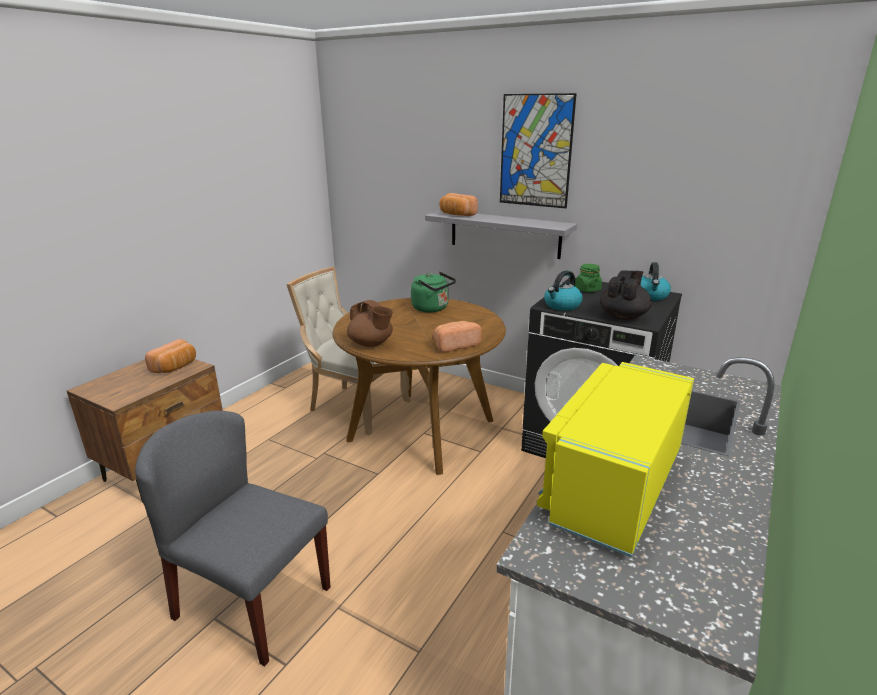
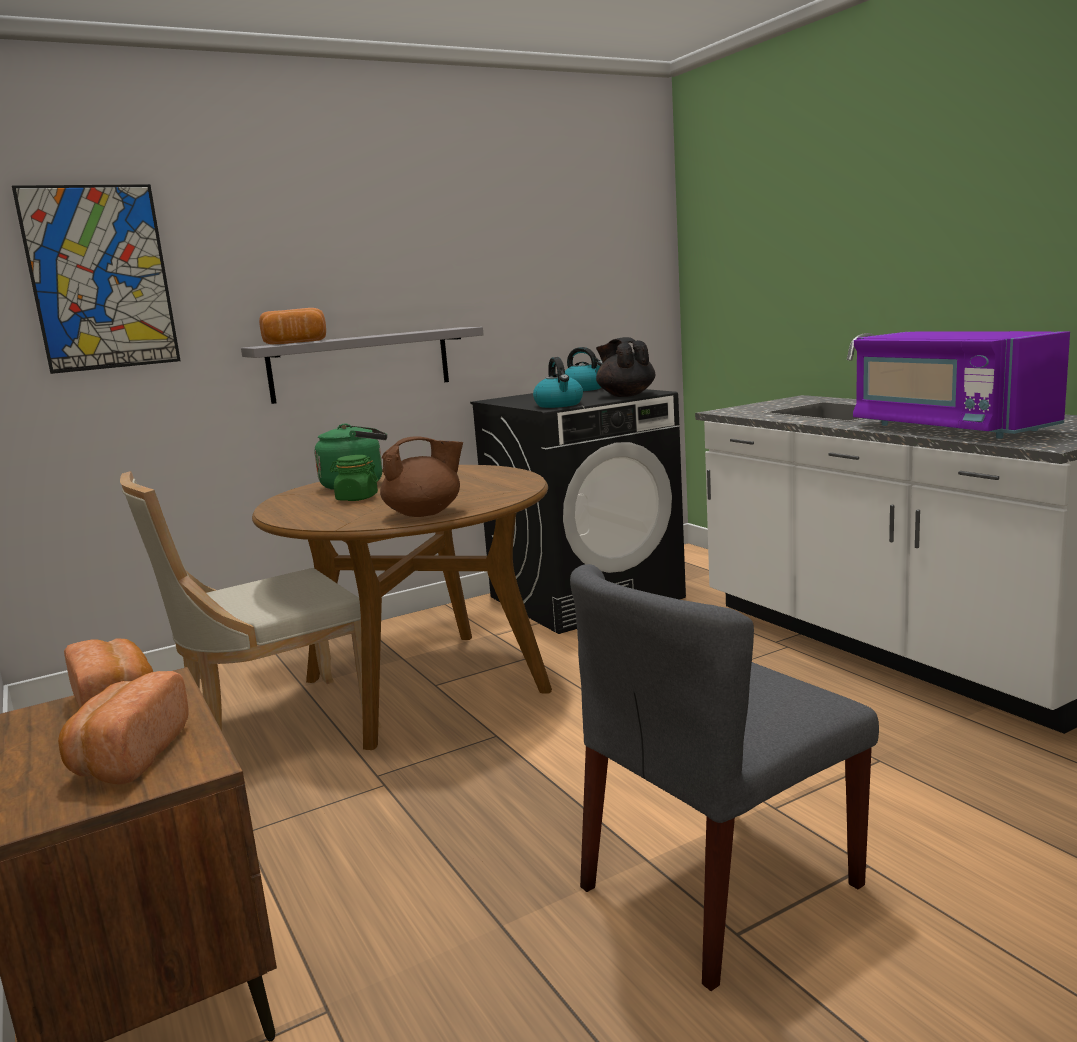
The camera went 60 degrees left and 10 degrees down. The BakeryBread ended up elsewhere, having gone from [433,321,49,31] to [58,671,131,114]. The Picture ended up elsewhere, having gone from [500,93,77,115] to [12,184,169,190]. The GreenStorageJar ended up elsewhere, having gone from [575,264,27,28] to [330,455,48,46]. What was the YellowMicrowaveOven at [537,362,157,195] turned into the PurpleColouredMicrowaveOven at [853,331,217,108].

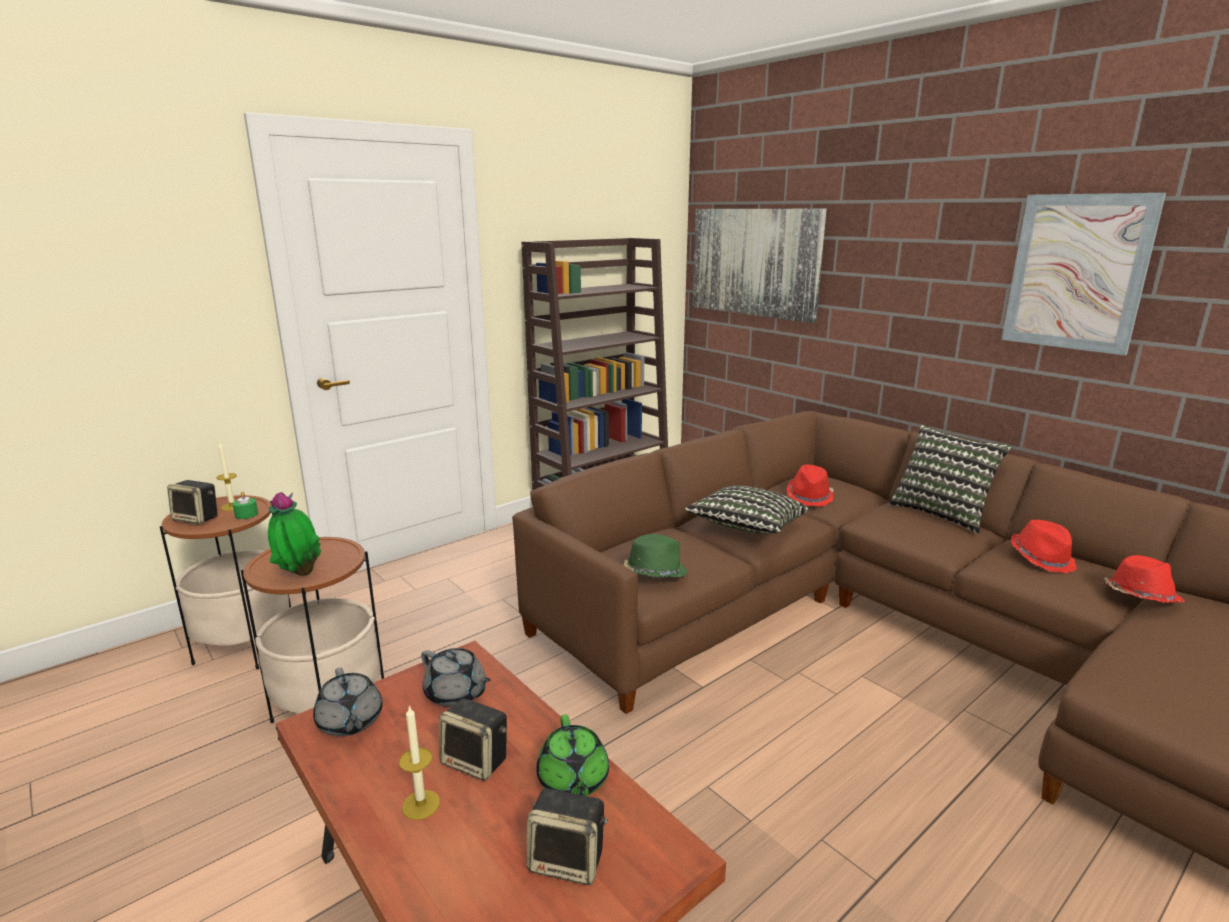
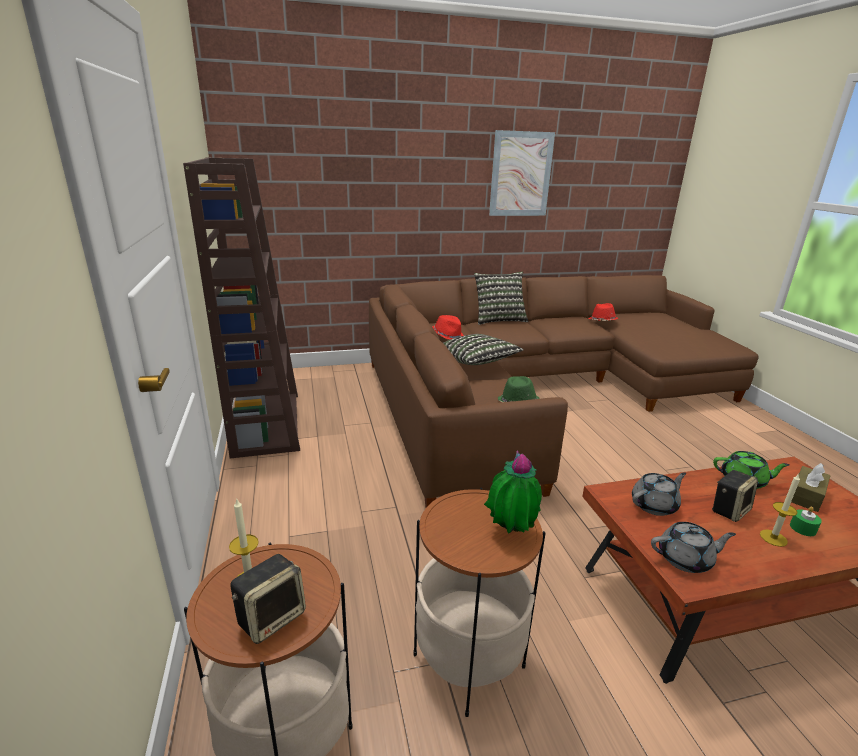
The camera went 65 degrees left and 5 degrees up. The second view lost the Picture at [693,209,134,114]. The second view lost the RedColouredWearableHat at [1011,520,66,53]. The GreenWaxLight ended up elsewhere, having gone from [233,491,25,28] to [790,507,32,29]. Where the Speaker stood at [527,788,81,97], the BrownColouredTissueHolder came to stand at [791,463,39,49].

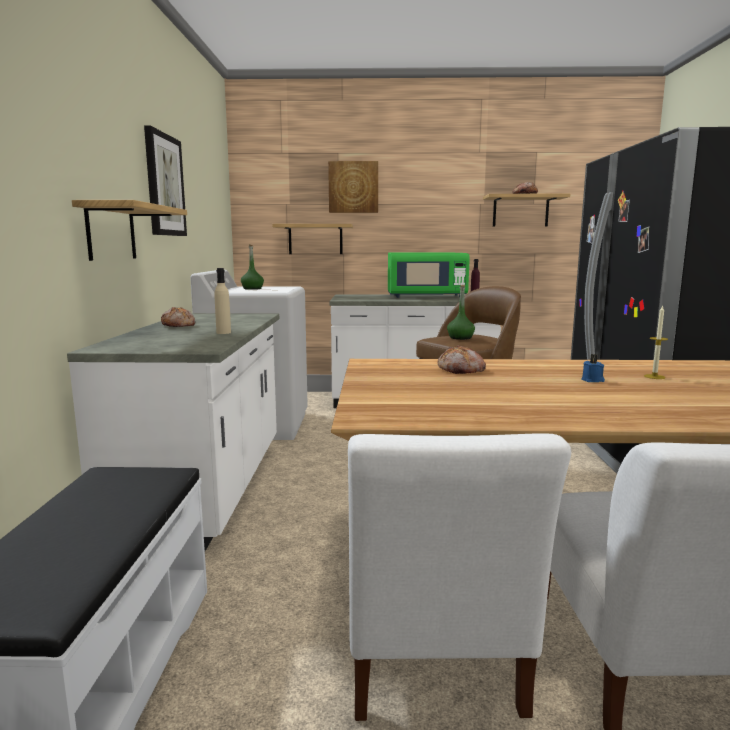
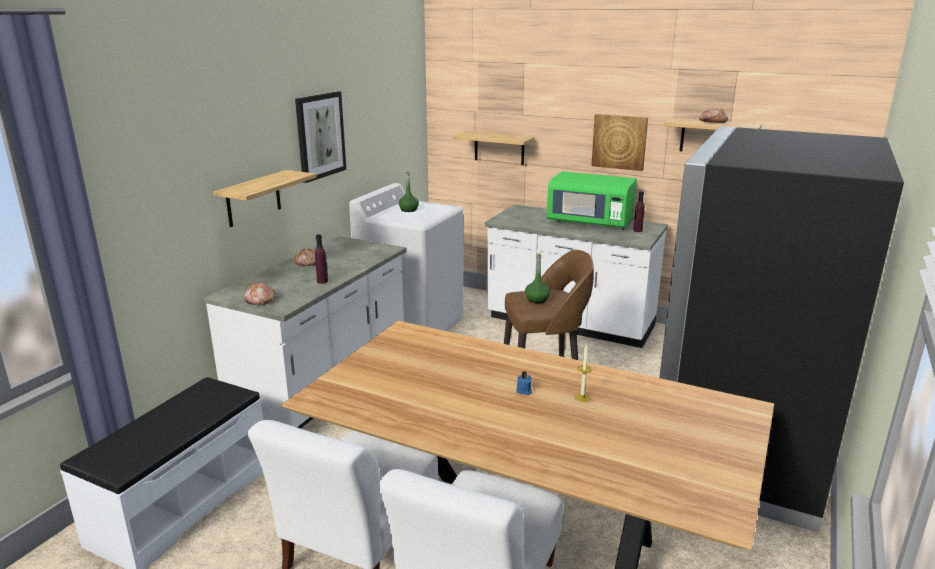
The camera went 25 degrees right and 10 degrees up. The Picture ended up elsewhere, having gone from [328,161,50,52] to [591,114,57,57]. The BakeryBread ended up elsewhere, having gone from [437,345,49,29] to [244,282,31,23]. What was the BeigeDrinkBottle at [214,268,17,66] turned into the PurpleColouredDrinkBottle at [315,234,13,50].

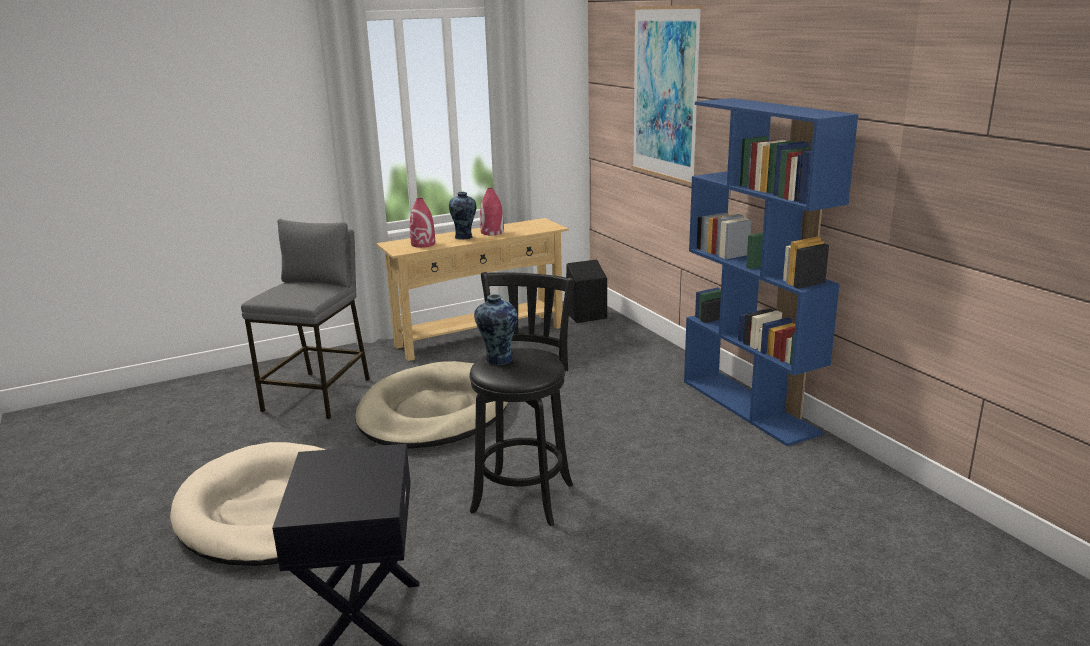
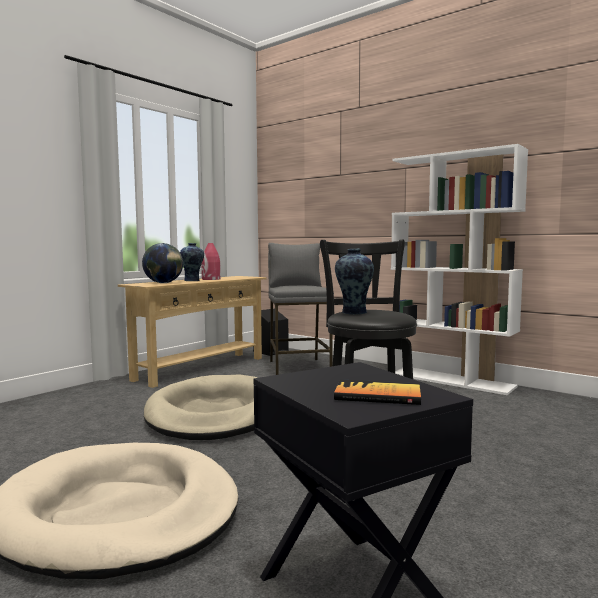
The camera went 25 degrees left and 15 degrees down. The second view lost the Picture at [632,5,71,181]. The second view gained the BoundBook at [334,379,87,26]. The GreyStool ended up elsewhere, having gone from [241,219,129,200] to [268,243,66,132]. Where the RedColouredDecorativeVase stood at [410,198,25,50], the Globe came to stand at [142,243,41,40]. What was the BlueColouredBookcase at [684,98,174,348] turned into the WhiteColouredBookcase at [391,144,137,251].

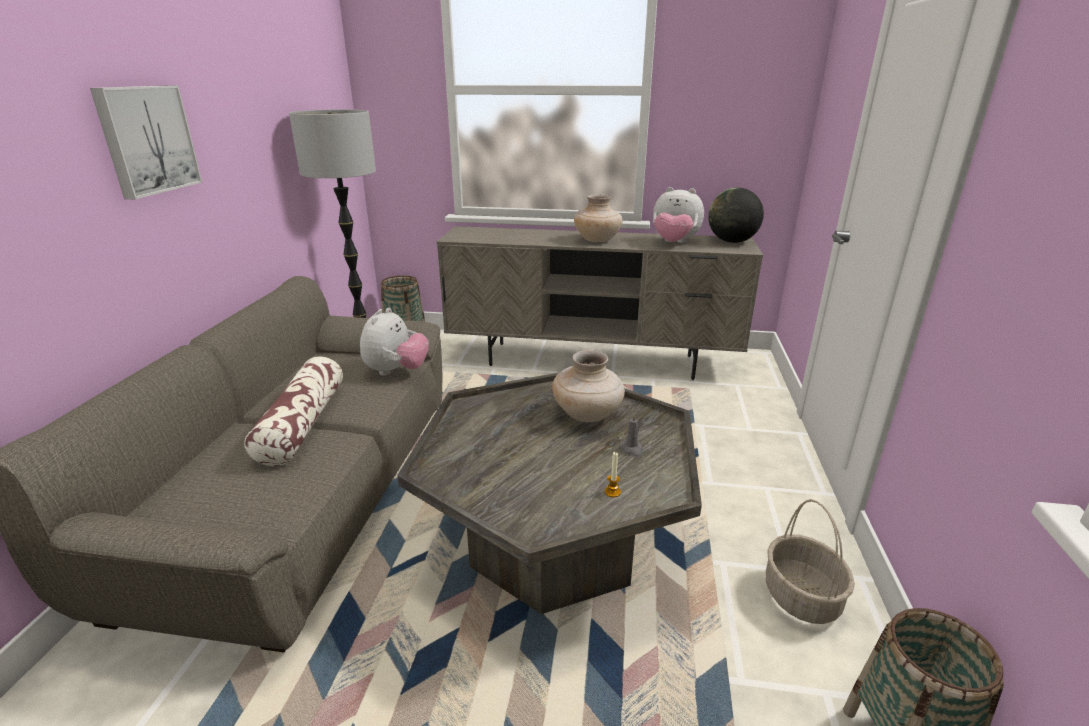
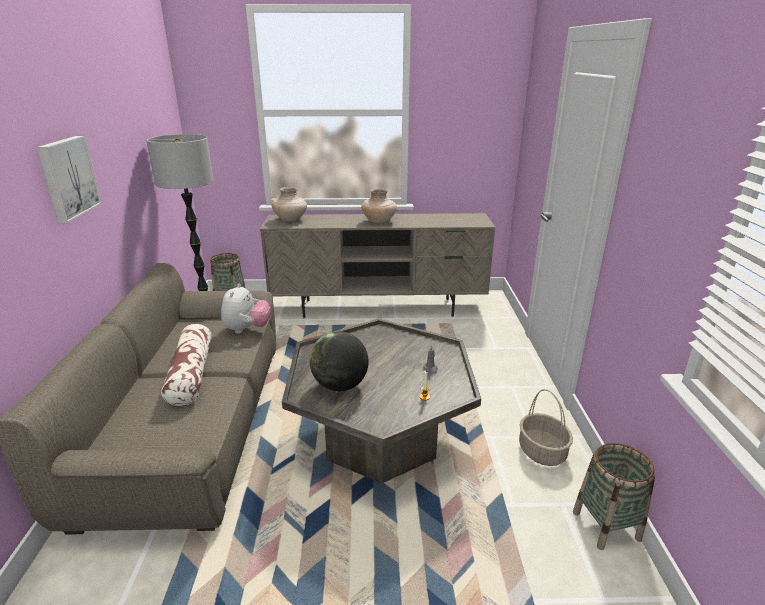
The camera went 10 degrees left and 0 degrees up. The second view lost the SoftToy at [653,187,51,56]. The BeigeDecorativeVase ended up elsewhere, having gone from [552,350,73,72] to [272,187,35,34]. The Globe ended up elsewhere, having gone from [708,188,56,55] to [310,331,59,60].

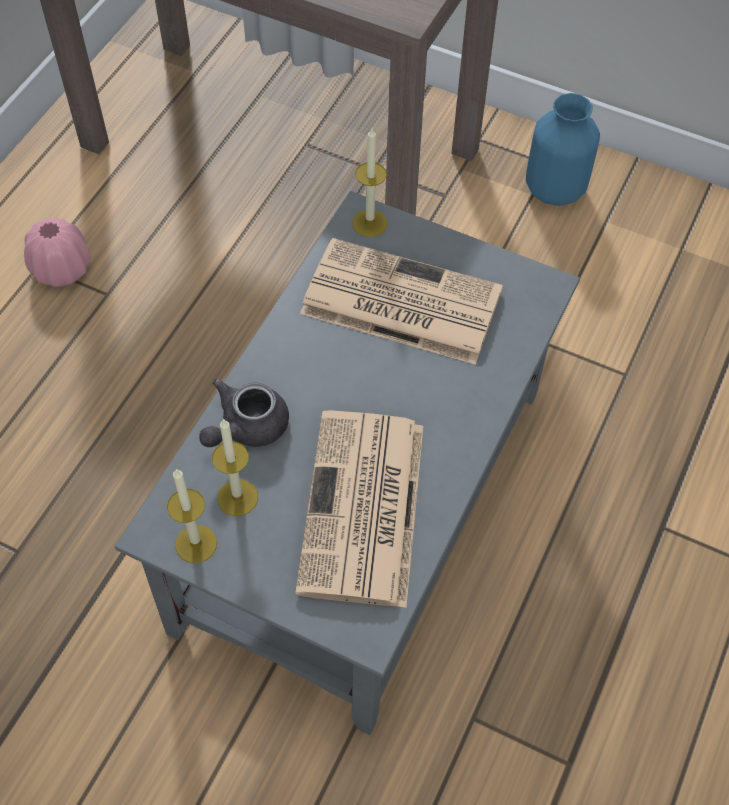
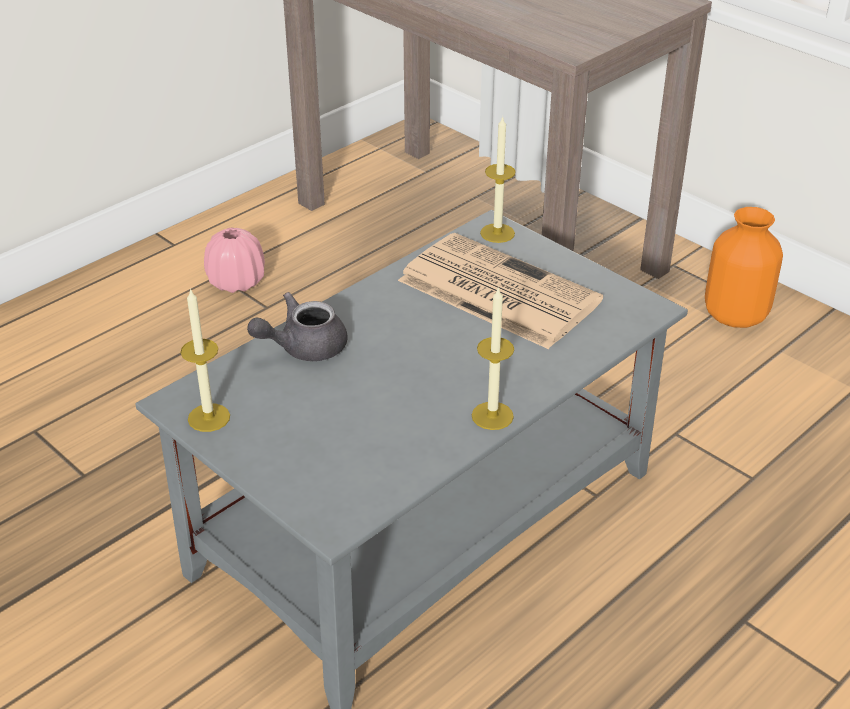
The camera went 20 degrees right and 20 degrees down. The second view lost the DailyPaper at [295,410,128,198]. The WaxLight ended up elsewhere, having gone from [212,418,46,98] to [472,286,42,144]. What was the BlueColouredDecorativeVase at [526,93,74,113] turned into the OrangeColouredDecorativeVase at [705,207,78,121].

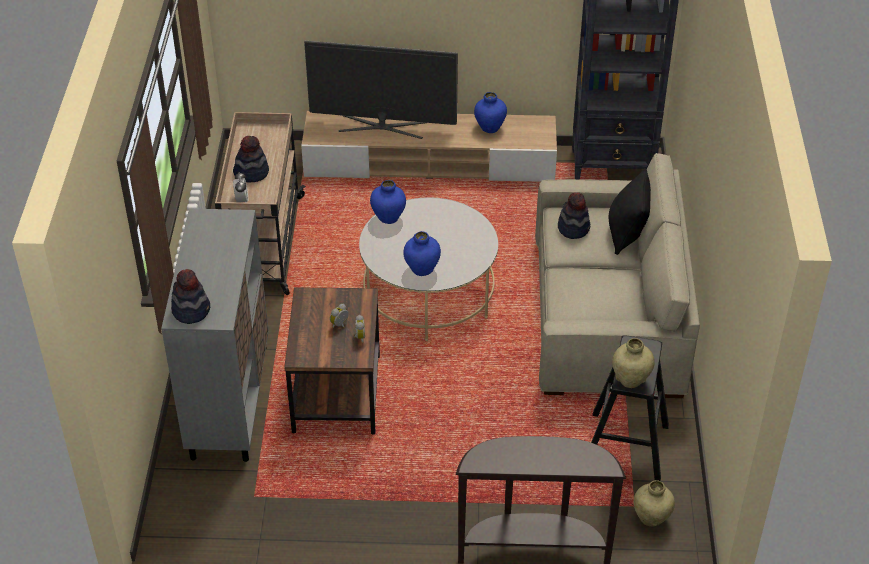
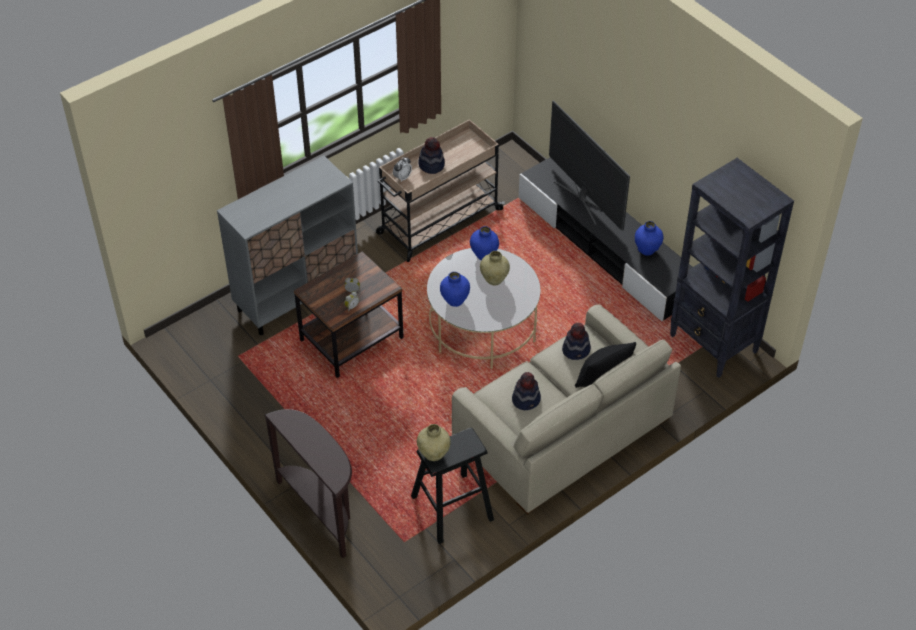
The camera went 50 degrees right and 5 degrees up. The WearableHat ended up elsewhere, having gone from [171,269,39,55] to [512,372,29,38]. The BeigeDecorativeVase ended up elsewhere, having gone from [634,480,41,46] to [480,251,30,35]. What was the BeigeTvStand at [301,111,256,71] turned into the BlackTvStand at [519,158,173,164].

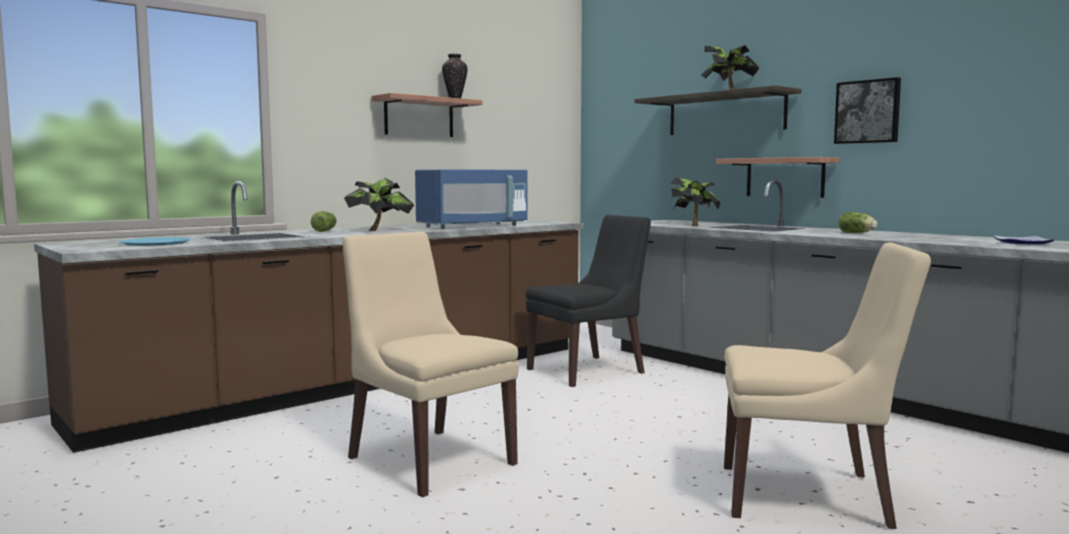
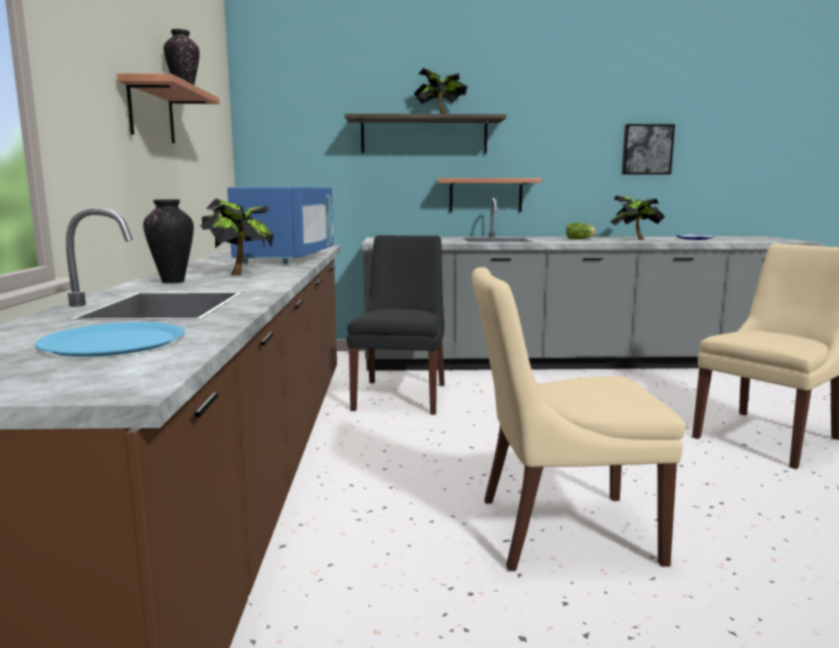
The camera went 50 degrees left and 5 degrees up. The PottedPlant ended up elsewhere, having gone from [671,177,50,49] to [610,195,55,45]. The Picture ended up elsewhere, having gone from [834,77,67,67] to [622,124,53,50]. Where the HeadOfLettuce stood at [311,211,26,21], the DecorativeVase came to stand at [143,199,51,84].

